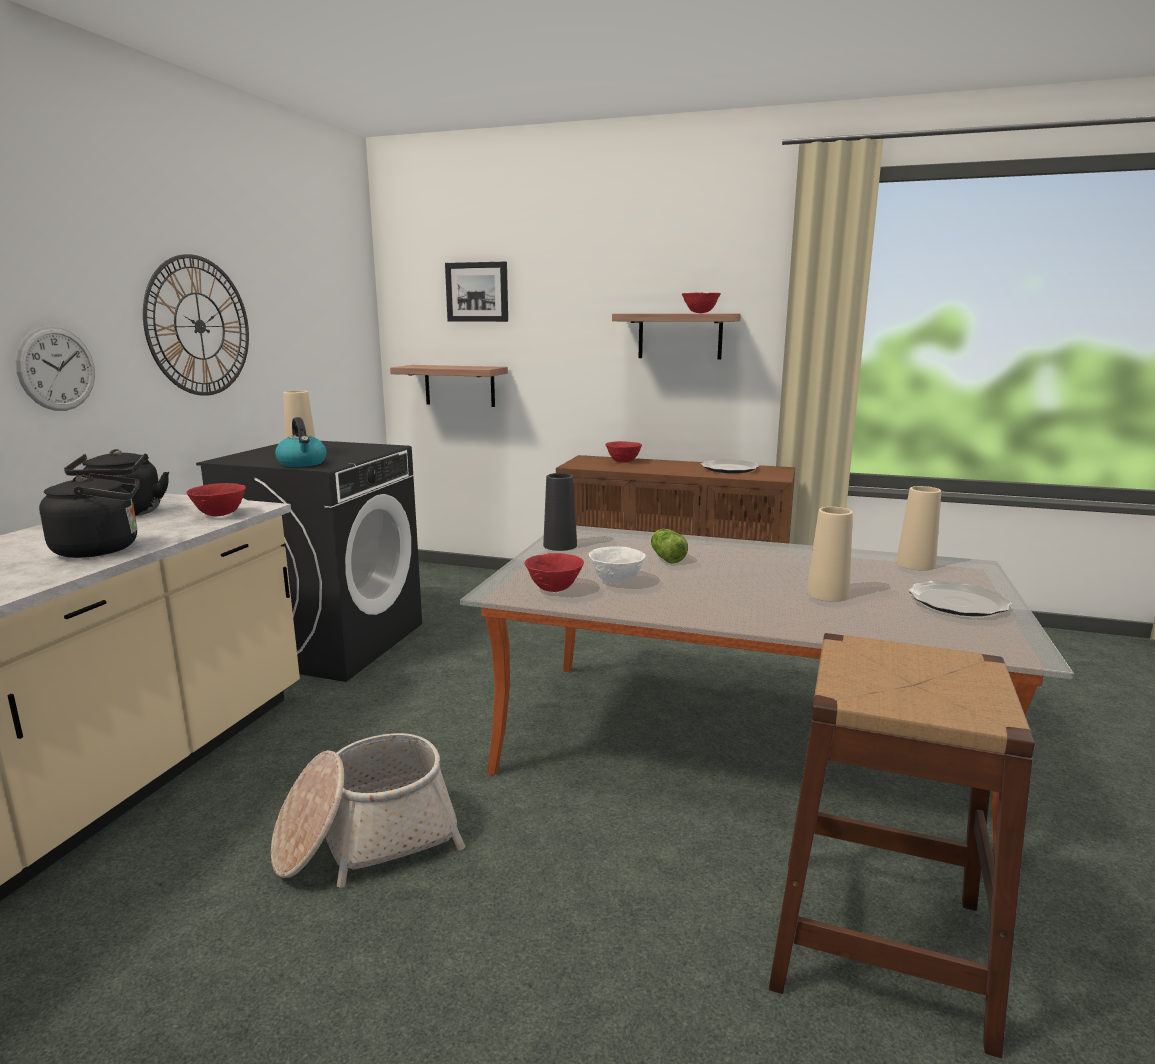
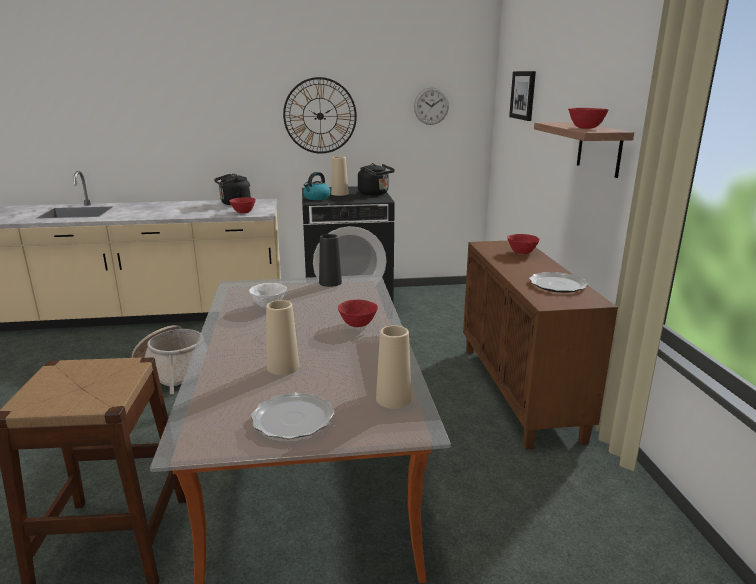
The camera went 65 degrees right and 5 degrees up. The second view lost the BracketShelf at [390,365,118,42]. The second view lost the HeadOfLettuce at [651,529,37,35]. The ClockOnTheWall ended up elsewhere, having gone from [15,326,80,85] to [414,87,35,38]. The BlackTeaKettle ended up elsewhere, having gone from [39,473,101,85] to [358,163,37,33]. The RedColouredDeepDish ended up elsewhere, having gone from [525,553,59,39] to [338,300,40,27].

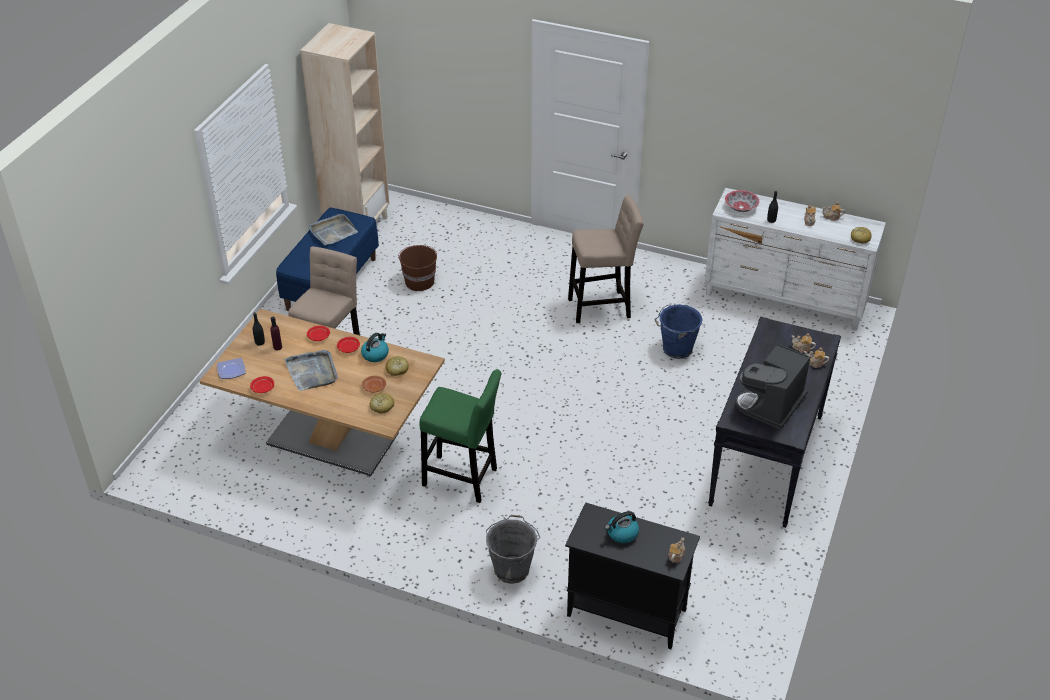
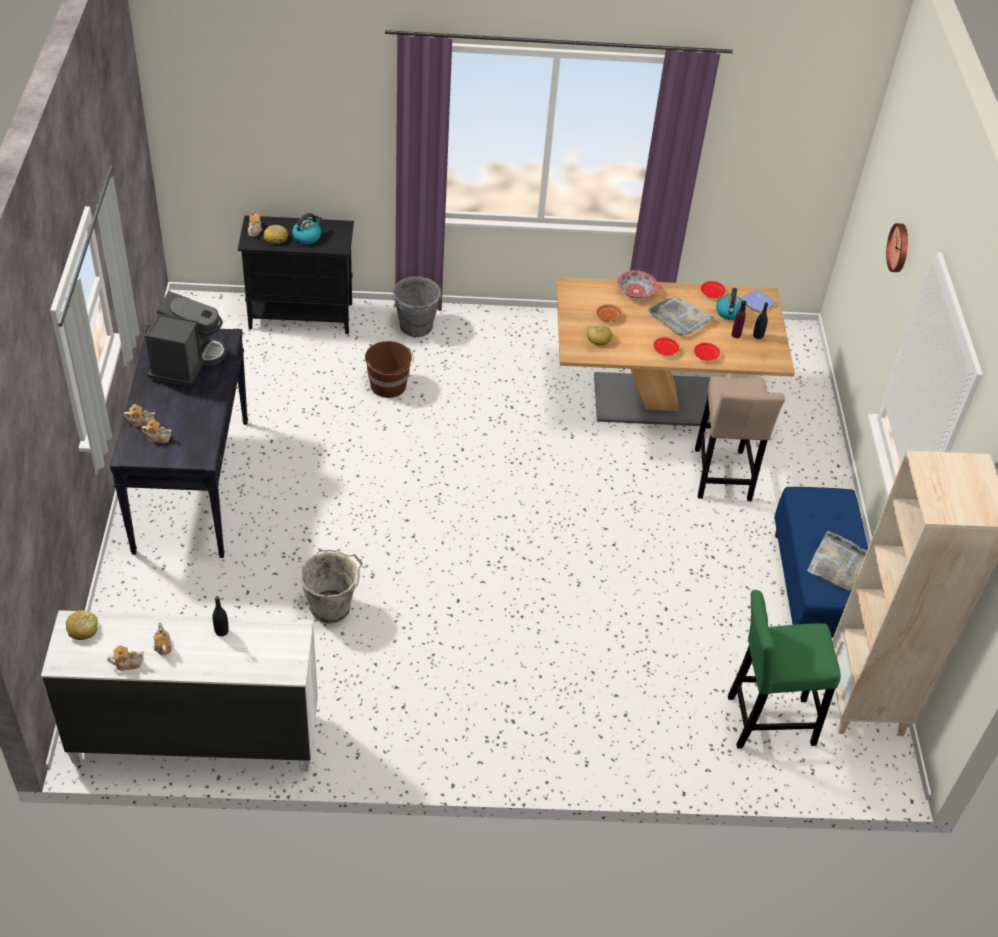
The camera went 155 degrees right and 5 degrees up. The second view lost the BeigeStool at [568,195,76,128]. The second view gained the ClockOnTheWall at [886,223,22,49]. The TeaKettle ended up elsewhere, having gone from [361,333,28,29] to [716,288,30,32]. The BakeryBread ended up elsewhere, having gone from [370,393,24,21] to [263,225,25,19]. The BrownColouredWaterBucket ended up elsewhere, having gone from [398,245,39,46] to [365,341,49,57]. The GreenStool ended up elsewhere, having gone from [419,369,83,134] to [728,590,113,158]. The DeepDish ended up elsewhere, having gone from [725,190,34,22] to [617,270,41,28]. What was the BlueColouredWaterBucket at [655,304,48,55] turned into the GreyWaterBucket at [300,550,62,74].

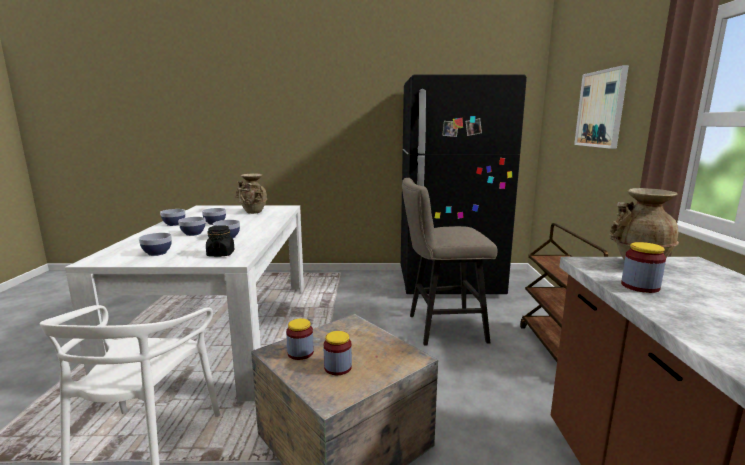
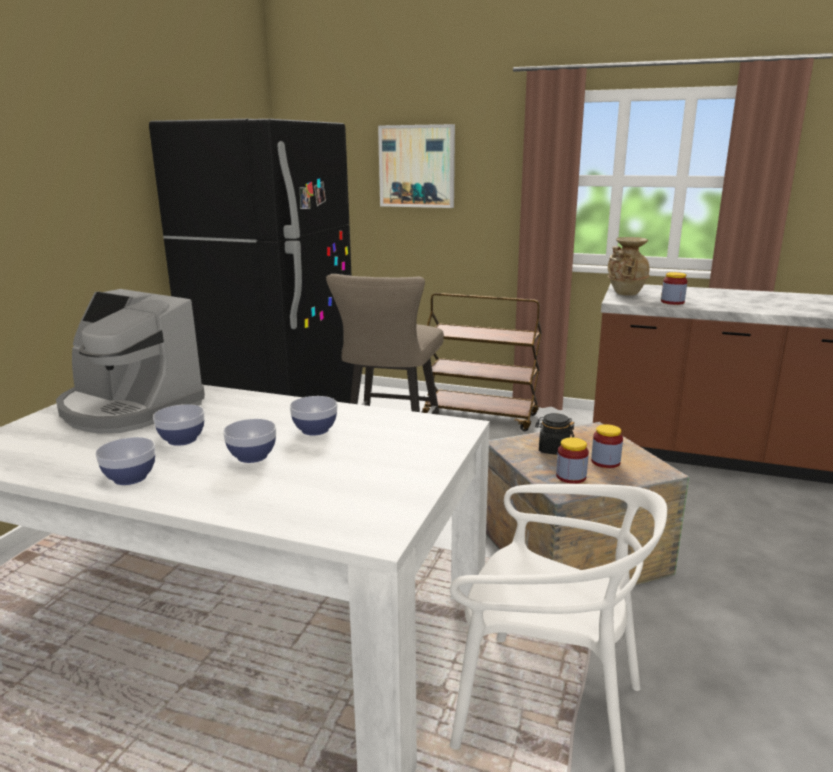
The camera went 70 degrees left and 5 degrees up. The second view lost the DeepDish at [139,233,33,23]. The BlackStorageJar ended up elsewhere, having gone from [206,225,28,32] to [535,413,40,42]. Where the BeigeDecorativeVase stood at [236,173,31,41], the CoffeeBrewer came to stand at [56,289,149,145].

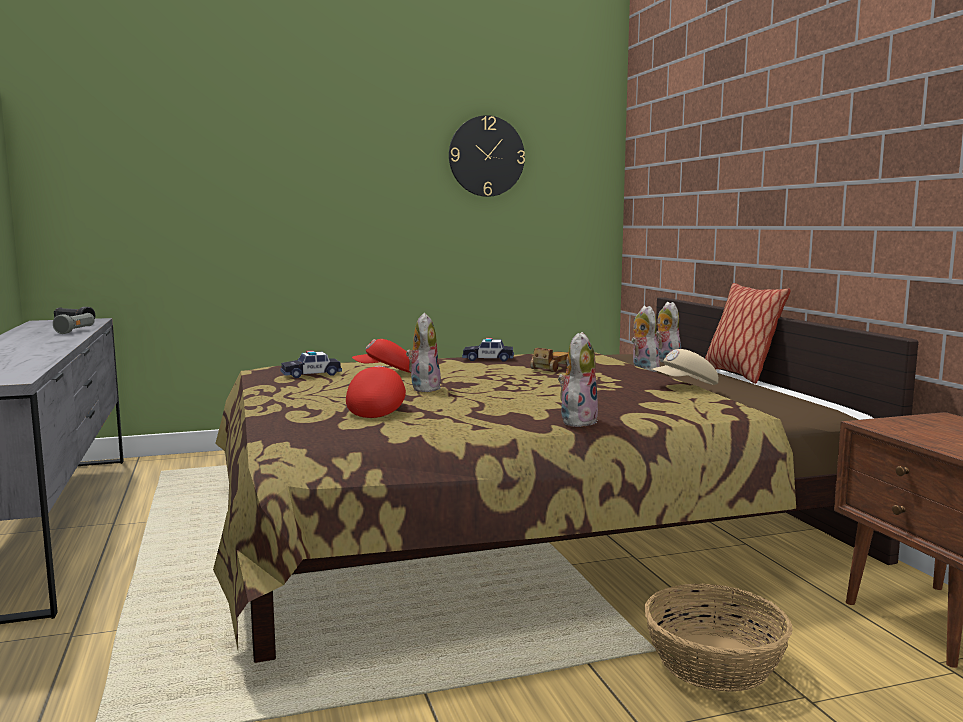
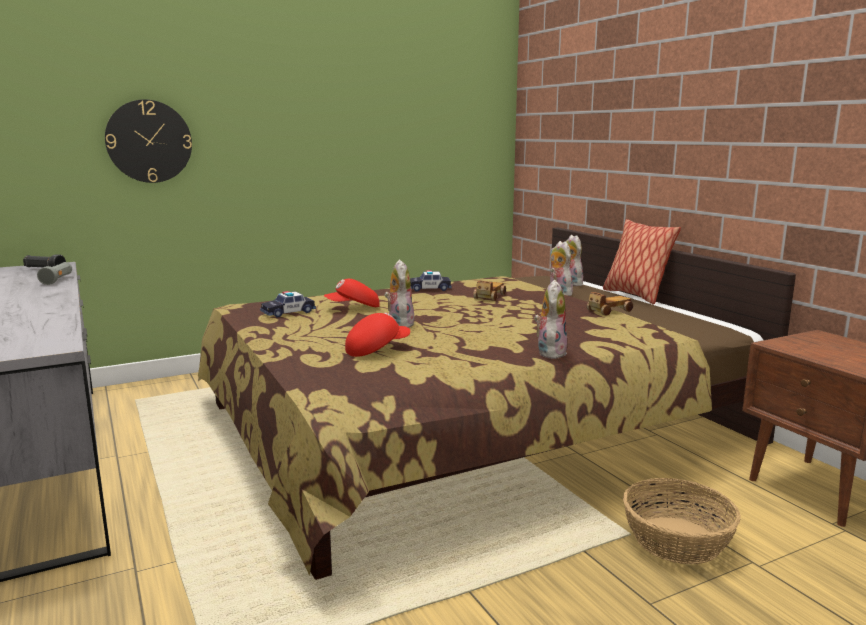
The camera went 10 degrees left and 5 degrees up. The ClockOnTheWall ended up elsewhere, having gone from [449,115,76,82] to [105,99,87,84]. Where the BeigePeakedCap stood at [651,349,67,36], the ToyCar came to stand at [587,292,46,24]. The RedColouredPeakedCap at [346,365,60,53] ended up facing another way, 60 degrees clockwise from before.

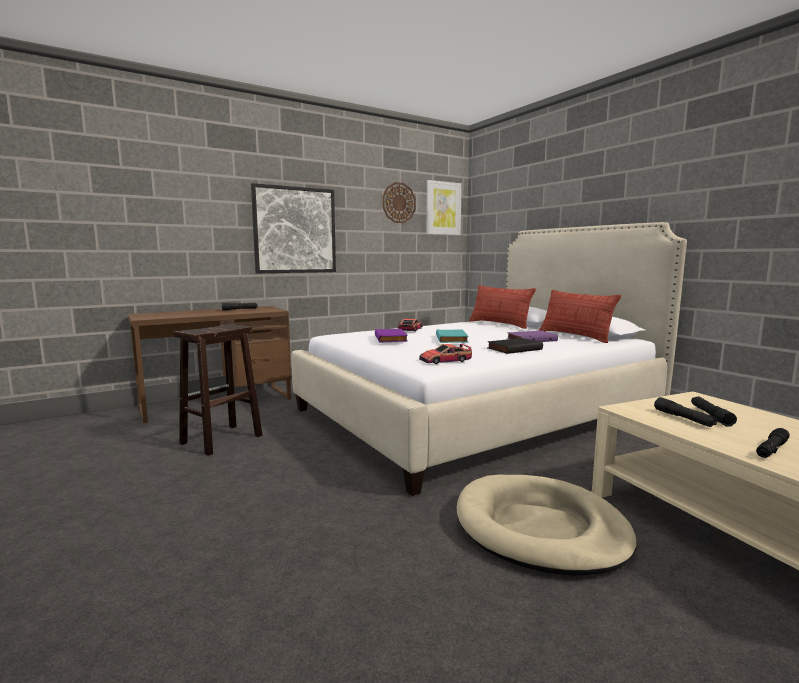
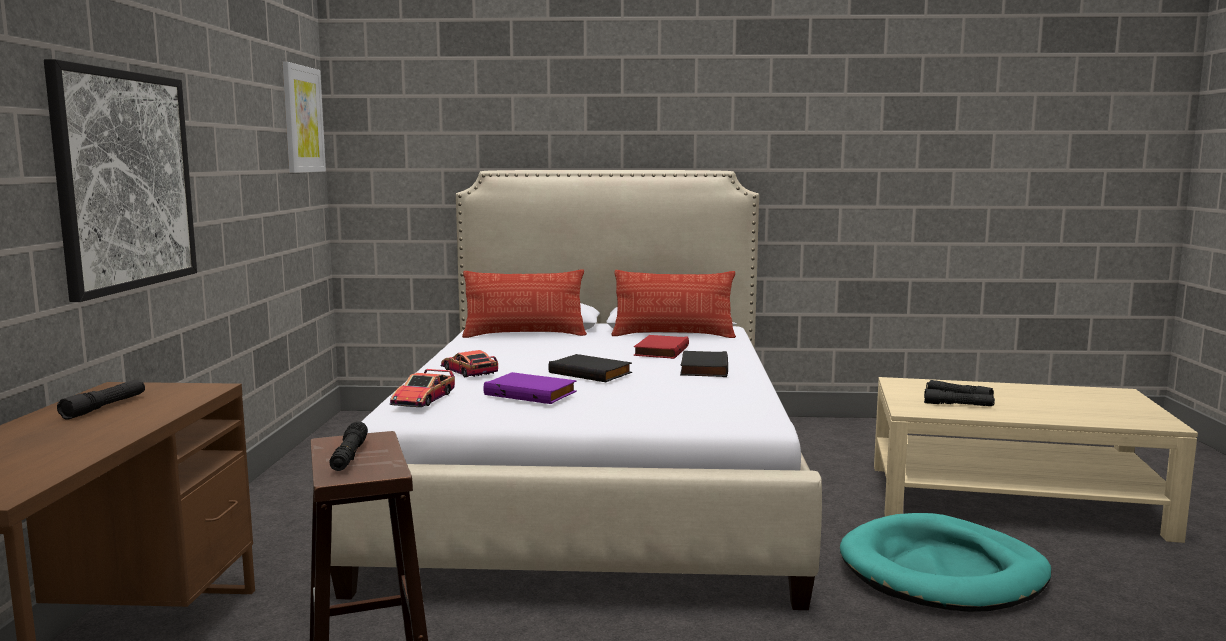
The camera went 55 degrees left and 0 degrees up. The second view lost the ClockOnTheWall at [382,182,34,41]. The ToyCar ended up elsewhere, having gone from [419,344,53,20] to [390,369,65,38]. The BlackHandTorch ended up elsewhere, having gone from [756,428,34,30] to [330,421,38,50]. What was the TurquoiseColouredBoundBook at [436,329,32,14] turned into the BlackBoundBook at [548,354,84,28]. What was the BeigePetBed at [457,475,180,101] turned into the TurquoiseColouredPetBed at [840,513,212,99]. What was the PurpleColouredBoundBook at [507,331,51,11] turned into the RedColouredBoundBook at [633,335,56,24].

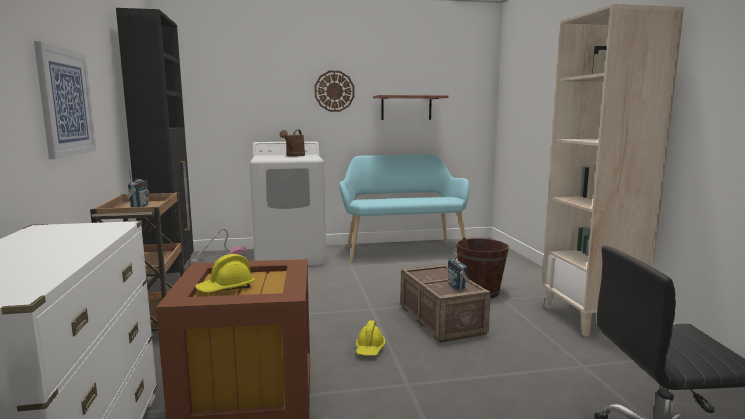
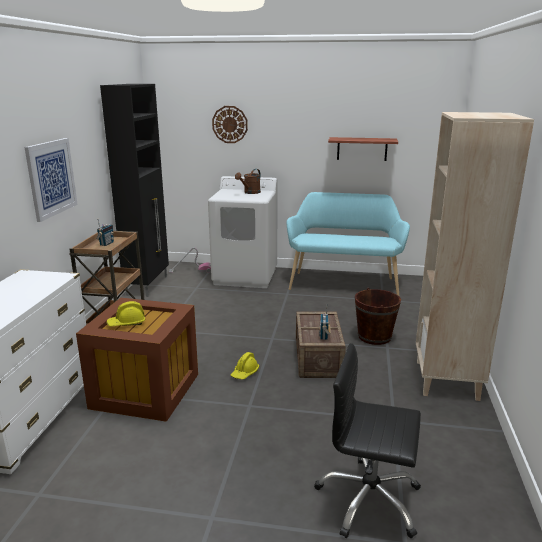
The camera went 20 degrees right and 10 degrees up. The ClockOnTheWall ended up elsewhere, having gone from [314,71,40,41] to [212,106,36,37].

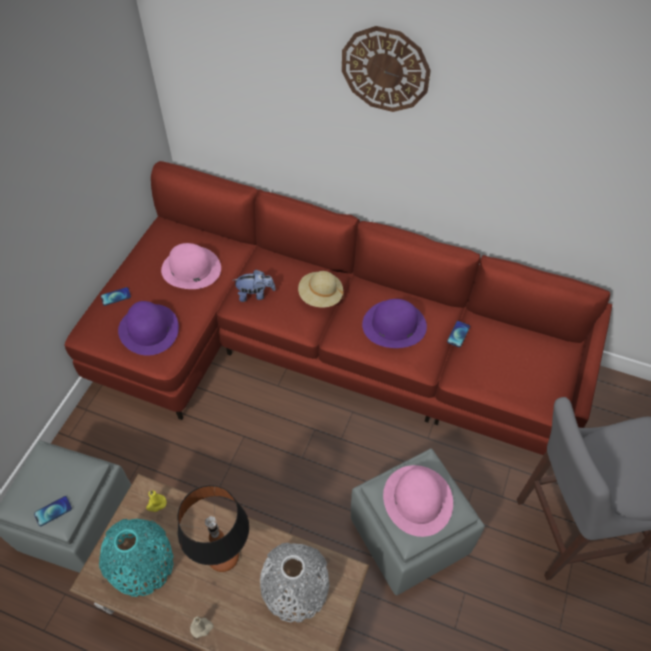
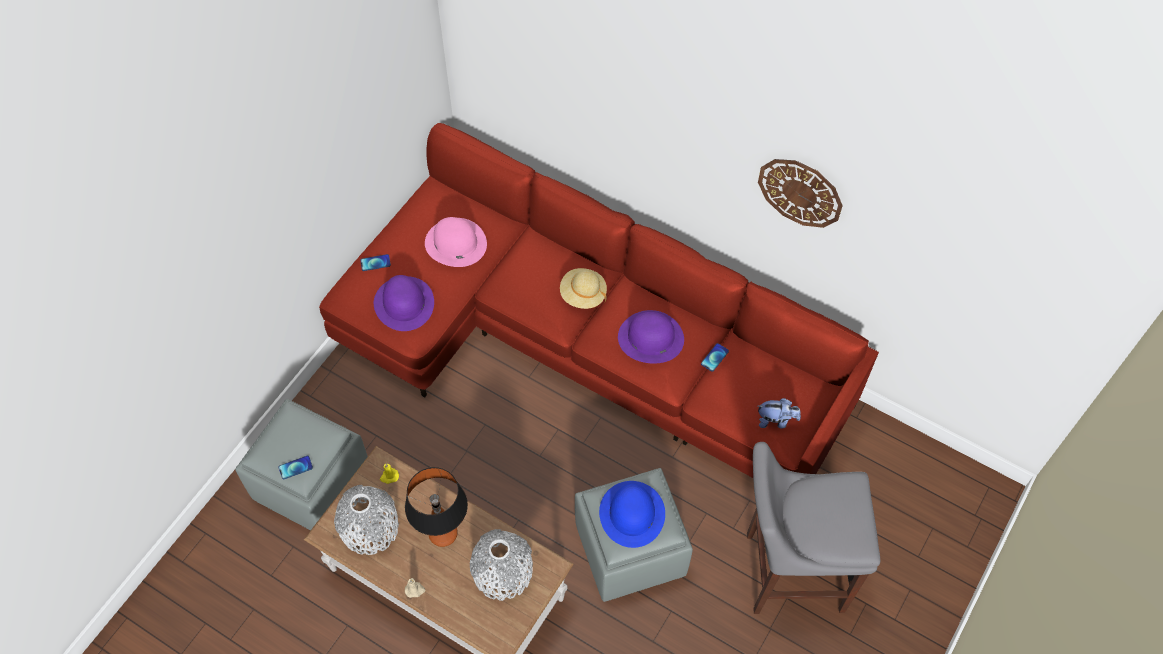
The camera went 10 degrees right and 5 degrees up. The SoftToy ended up elsewhere, having gone from [234,269,42,33] to [758,398,43,31]. The ClockOnTheWall ended up elsewhere, having gone from [342,26,89,86] to [758,159,85,69]. What was the TurquoiseColouredDecorativeVase at [99,519,74,78] turned into the GreyDecorativeVase at [334,485,65,70]. What was the PinkishWearableHat at [383,465,70,72] turned into the BlueColouredWearableHat at [599,481,66,67].

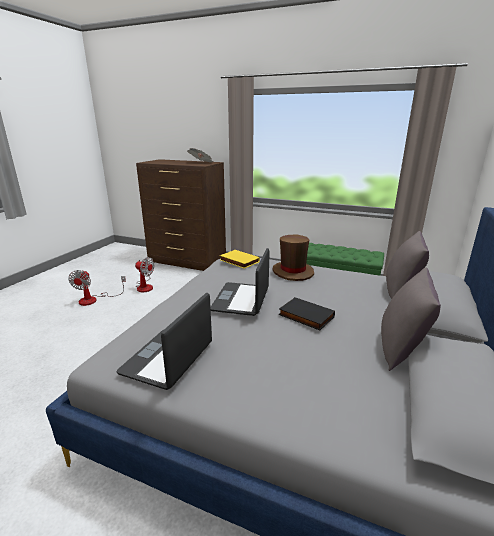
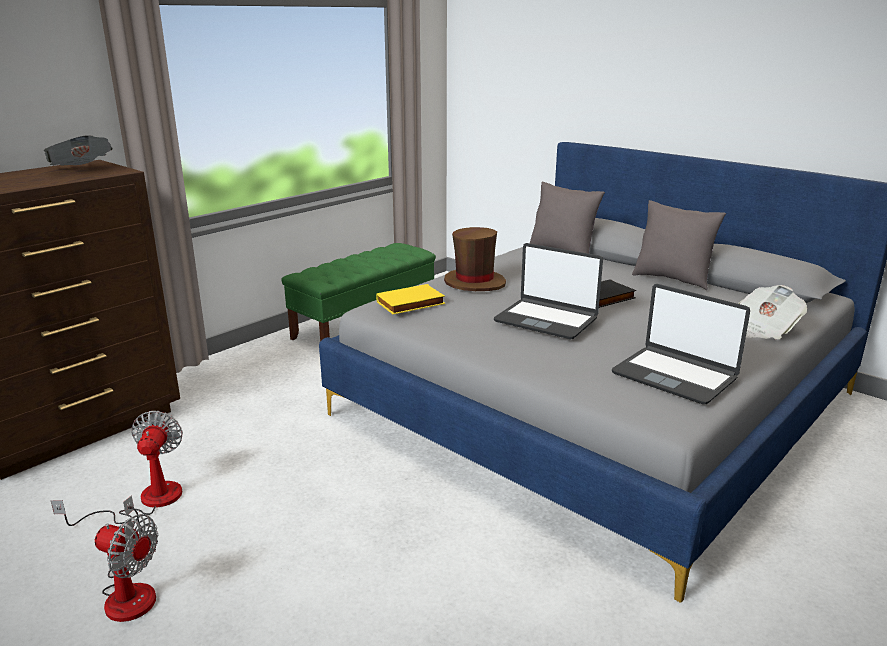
The camera went 70 degrees left and 0 degrees up. The second view gained the DailyPaper at [738,285,69,54]. The CoolingFan at [135,257,20,35] ended up facing another way, 45 degrees counterclockwise from before.

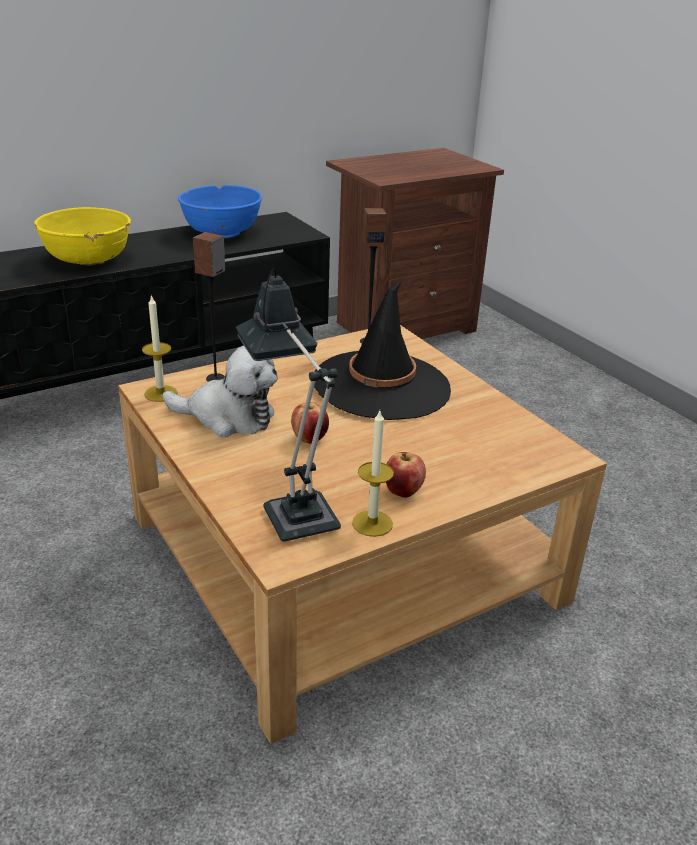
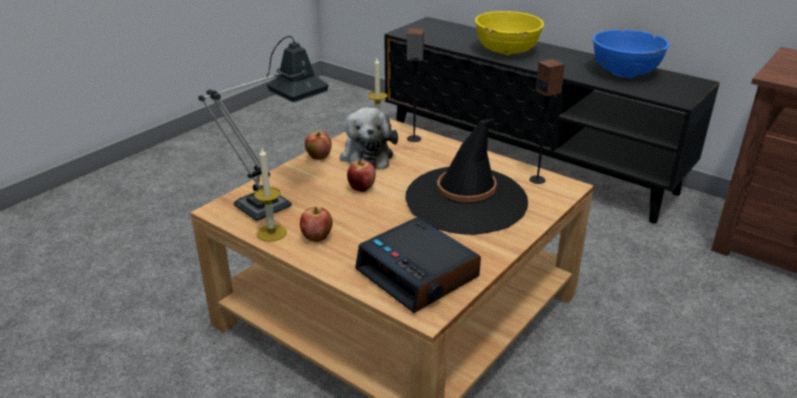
The camera went 70 degrees right and 0 degrees up. The second view gained the AppleFruit at [305,131,27,29]. The second view gained the TableClock at [355,217,126,96].

